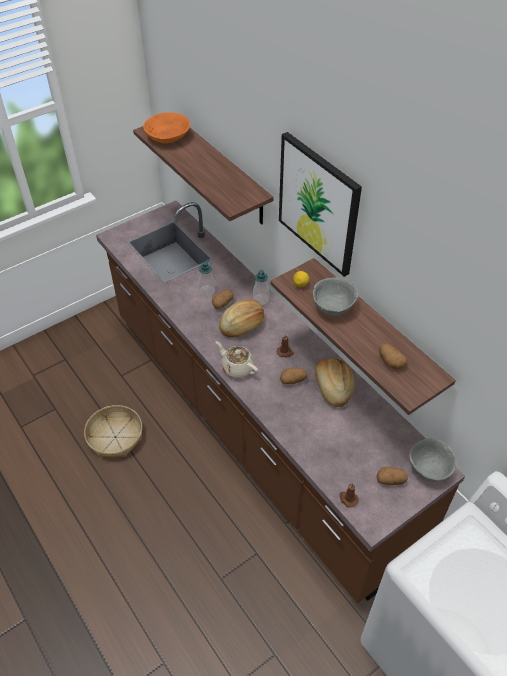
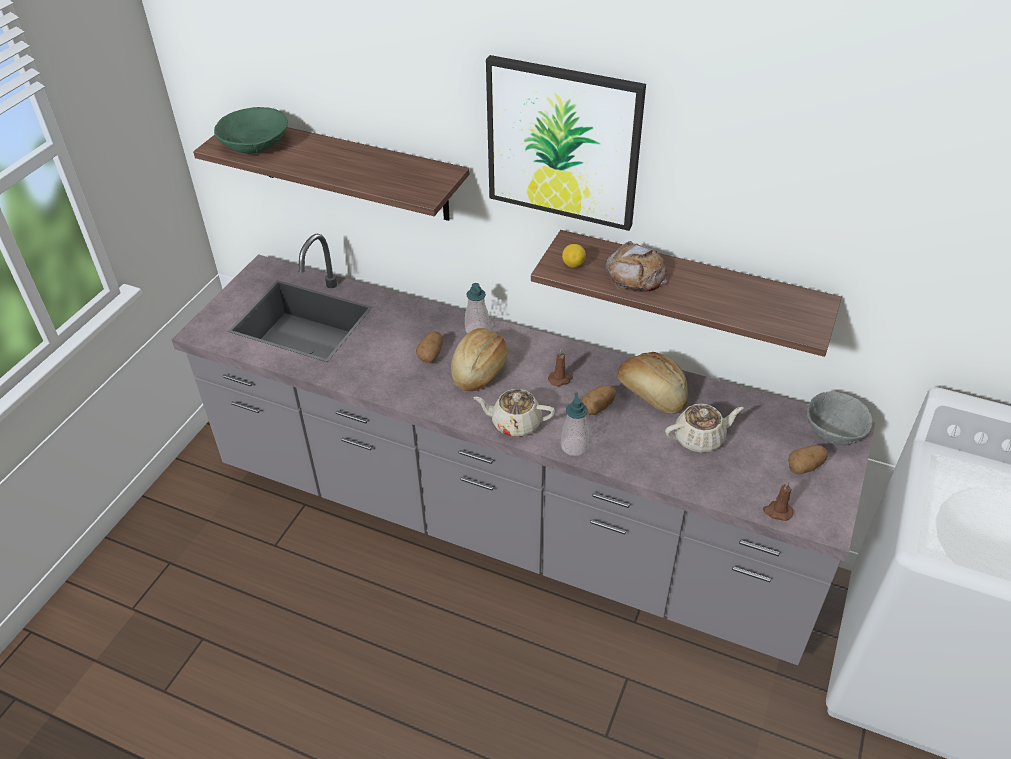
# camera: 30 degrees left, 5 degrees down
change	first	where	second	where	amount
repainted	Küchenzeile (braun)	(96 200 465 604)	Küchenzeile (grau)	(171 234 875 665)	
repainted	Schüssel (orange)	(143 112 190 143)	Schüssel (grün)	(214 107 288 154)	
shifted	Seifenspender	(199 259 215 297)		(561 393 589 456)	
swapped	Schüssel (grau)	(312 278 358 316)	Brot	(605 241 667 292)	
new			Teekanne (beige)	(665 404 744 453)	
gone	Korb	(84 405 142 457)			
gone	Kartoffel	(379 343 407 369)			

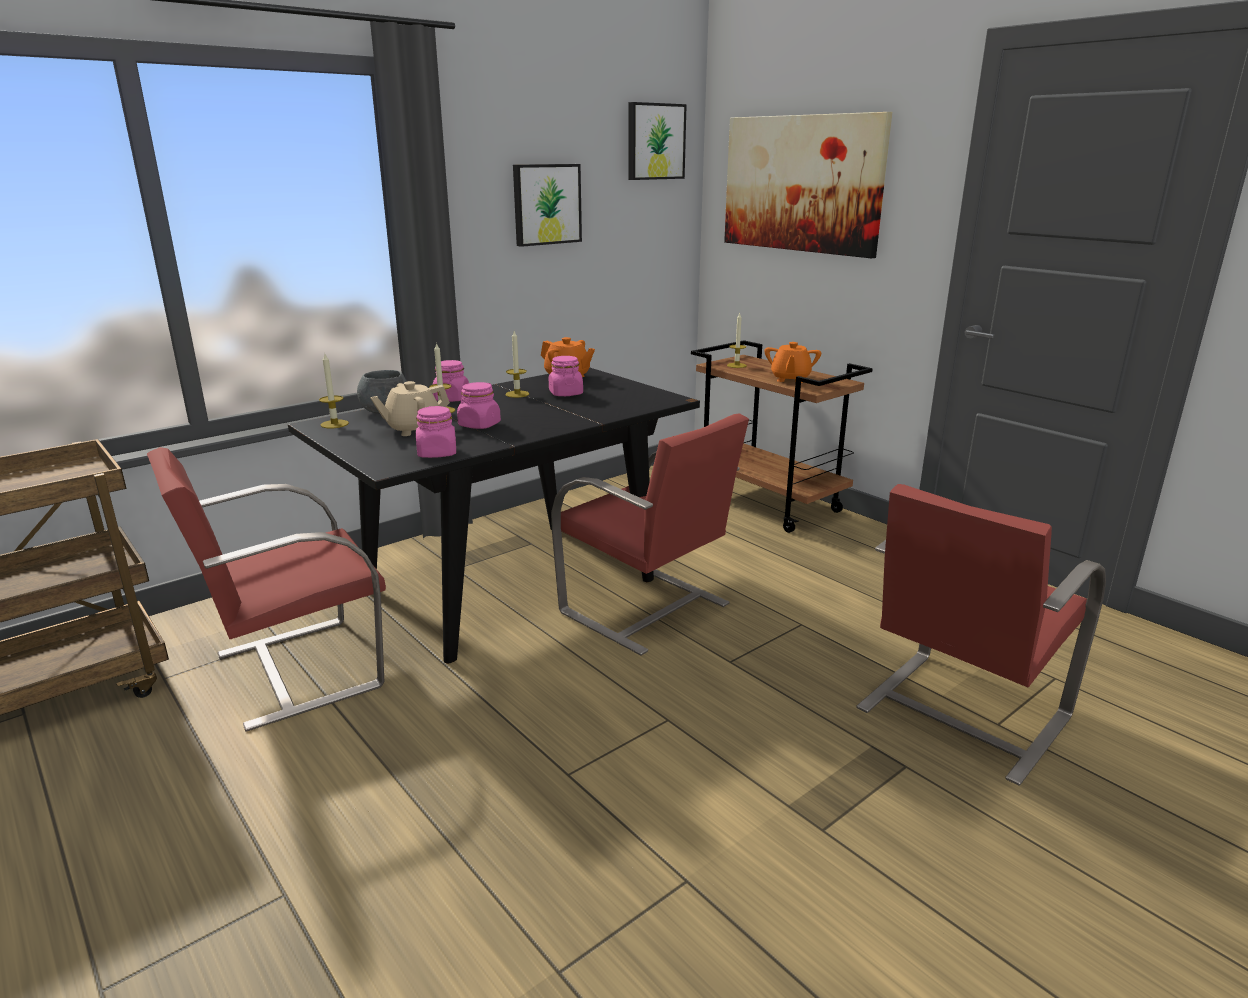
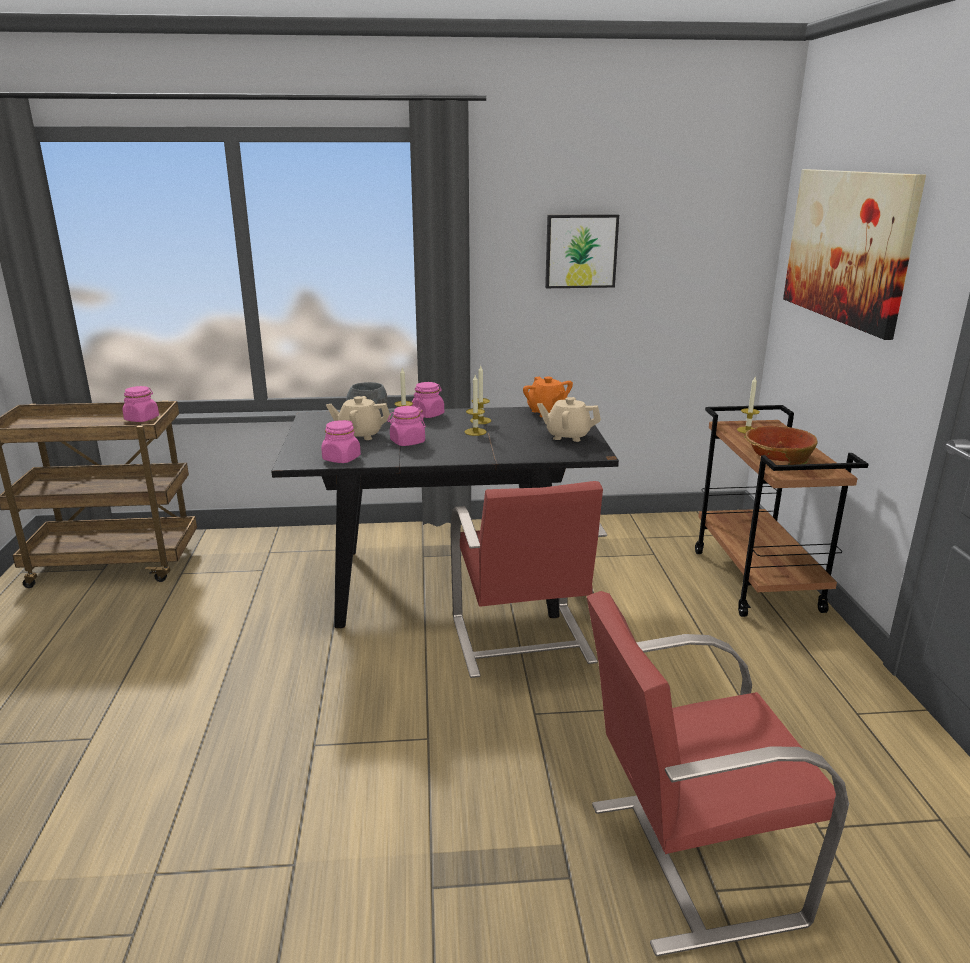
# camera: 35 degrees right, 0 degrees up
change	first	where	second	where	amount
shifted	Vorratsglas (rosa)	(549 356 583 396)		(122 386 159 422)	
shifted	Kerze	(319 354 349 428)		(465 375 487 436)	
new			Teekanne (beige)	(537 397 601 442)	
swapped	Teekanne (orange)	(764 342 821 383)	Schüssel	(745 426 818 465)	
gone	Stuhl (rot)	(147 447 386 732)			
gone	Bild	(628 102 687 180)			

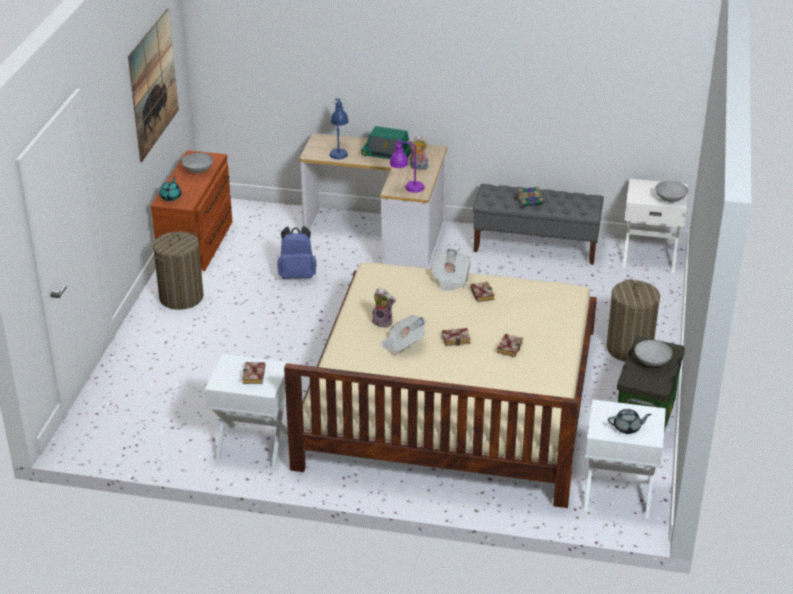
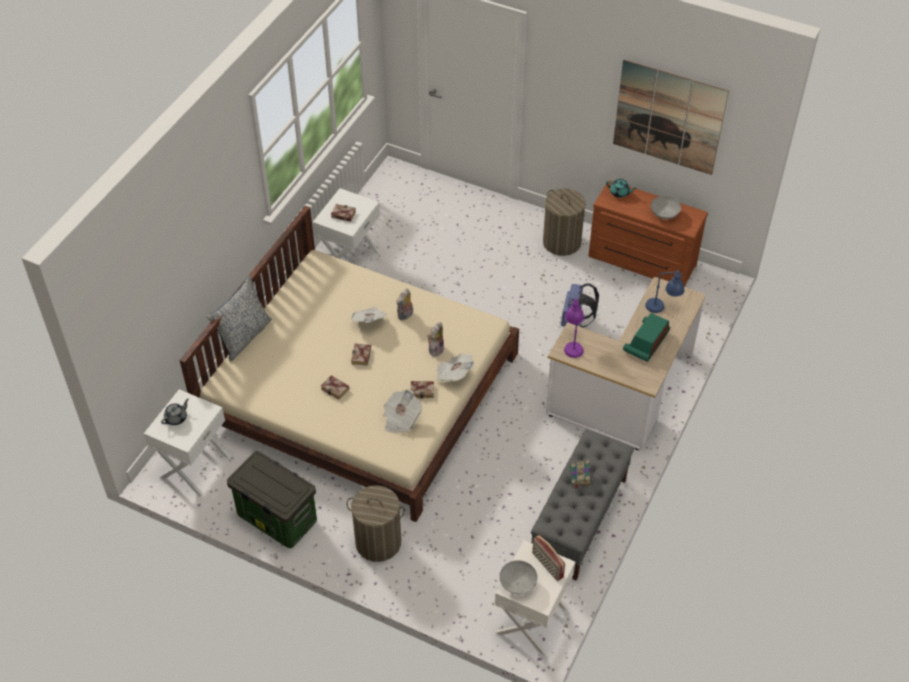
# camera: 105 degrees right, 15 degrees up
change	first	where	second	where	amount
rotated	Teekanne (grau)	(608 409 651 434)		(161 398 189 425)	150 degrees counterclockwise
new			Kissen	(207 275 272 361)	
new			Zeitung	(383 390 422 433)	
shifted	Plüschtier	(407 135 429 170)		(427 322 444 357)	
new			Radio	(532 535 565 581)	
gone	Schüssel (grau)	(634 340 673 366)			

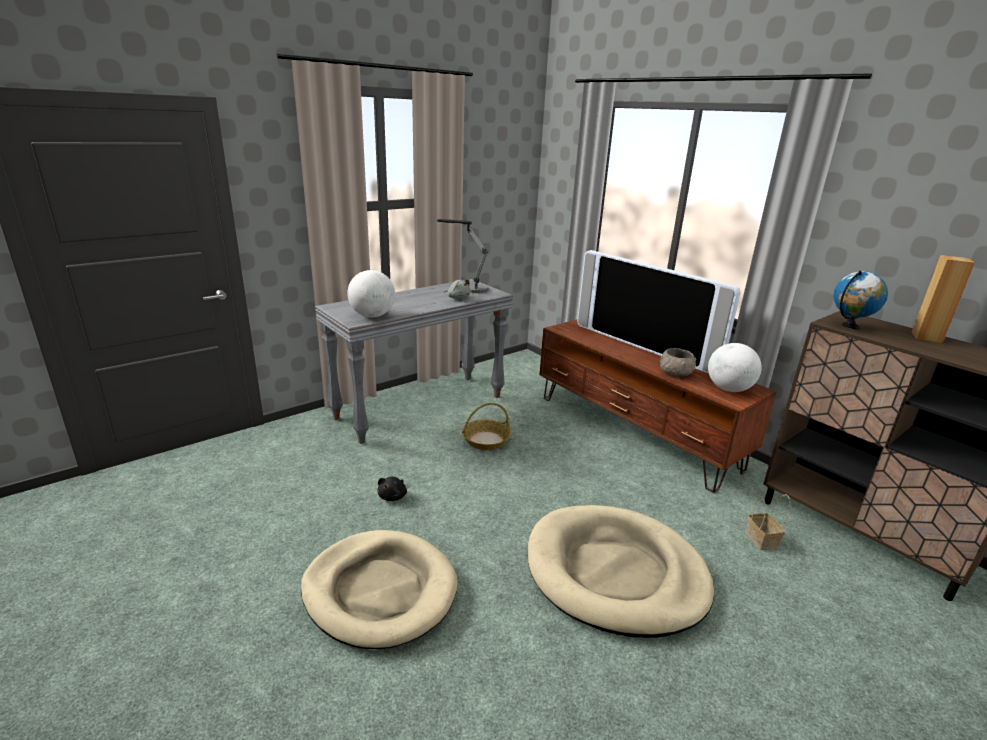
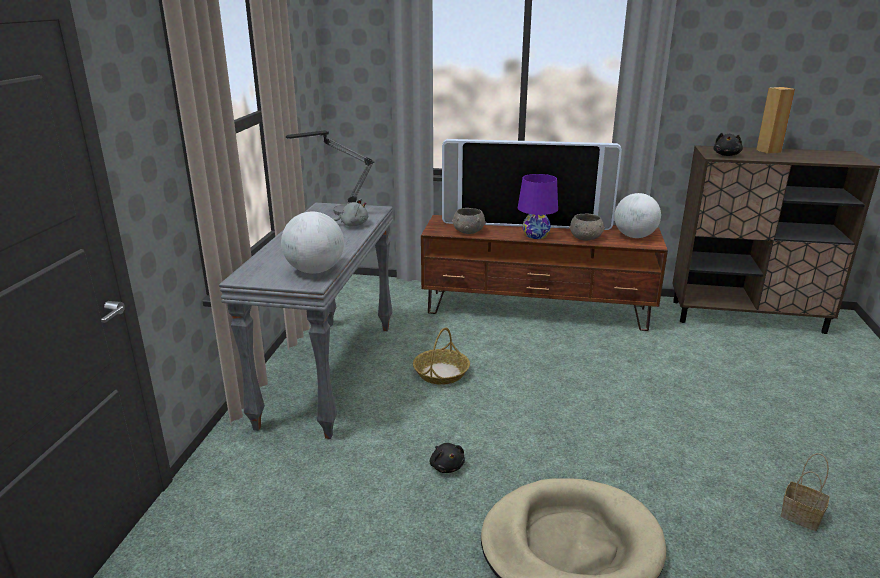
# camera: 40 degrees left, 0 degrees up
change	first	where	second	where	amount
new			Schüssel (grau)	(452 208 486 234)	
new			Tischlampe (lila)	(518 174 558 239)	
swapped	Globus	(834 271 888 329)	Plüschtier (schwarz)	(713 133 743 156)	
shifted	Korb	(745 494 790 550)		(781 453 830 531)	
gone	Hundebett (beige)	(528 505 714 638)			

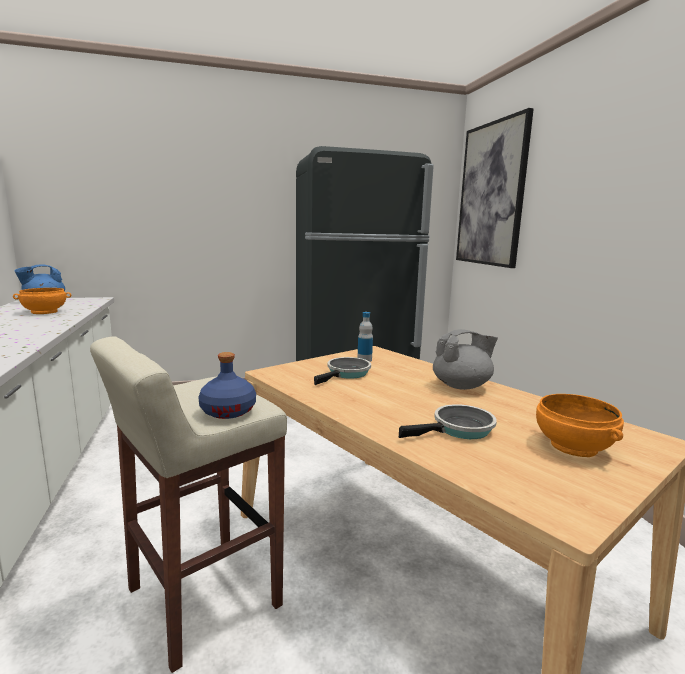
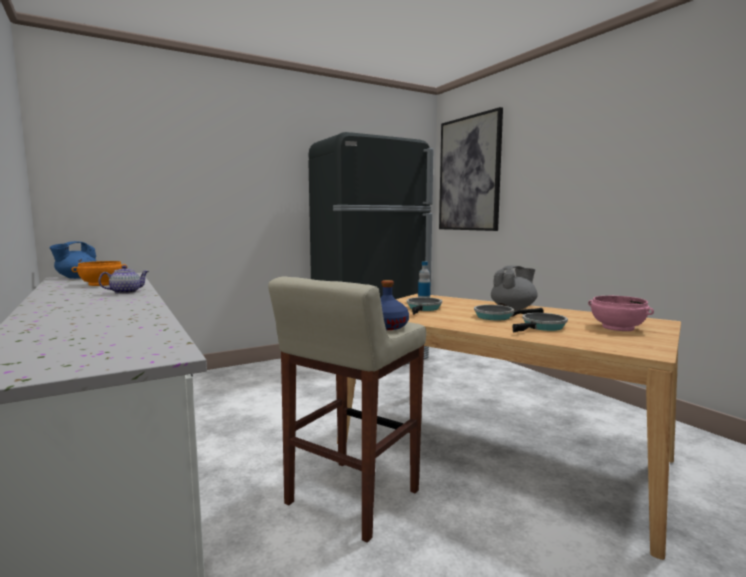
# camera: 15 degrees left, 5 degrees down
change	first	where	second	where	amount
new			Teekanne	(98 265 149 294)	
new			Pfanne	(474 305 544 321)	
repainted	Schüssel (orange)	(536 394 624 457)	Schüssel (rosa)	(588 296 654 331)	

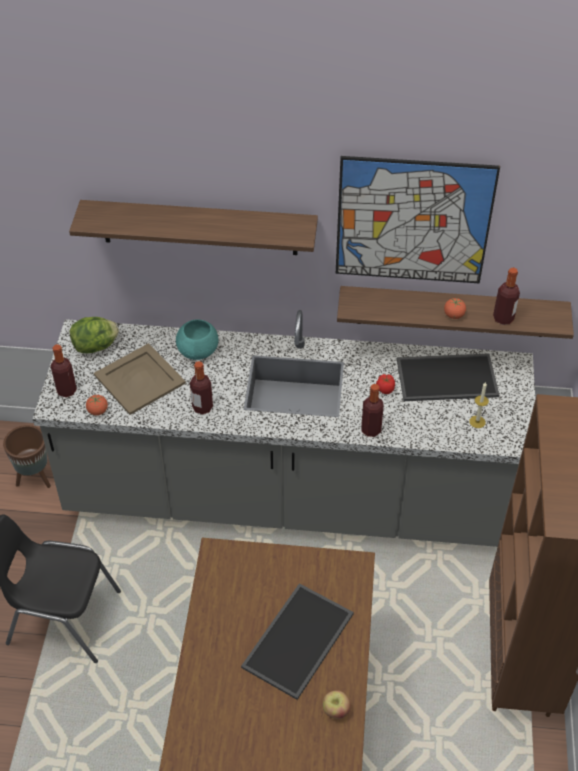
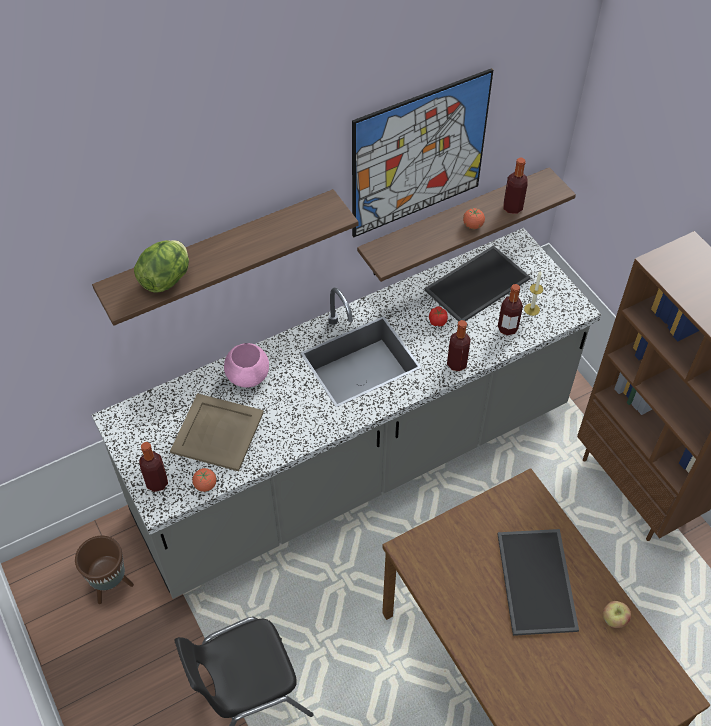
# camera: 35 degrees left, 5 degrees up
change	first	where	second	where	amount
shifted	Salatkopf	(70 317 119 353)		(134 240 189 293)	
repainted	Schüssel (türkis)	(176 320 219 360)	Schüssel (rosa)	(224 343 269 387)	
shifted	Flasche	(190 361 213 415)		(498 284 523 335)	

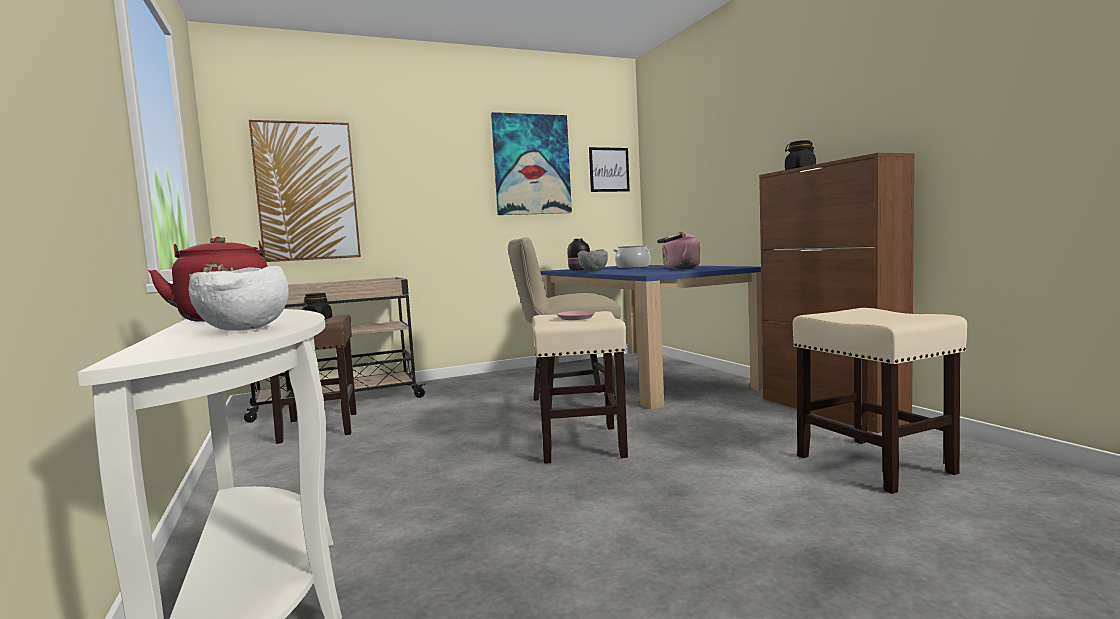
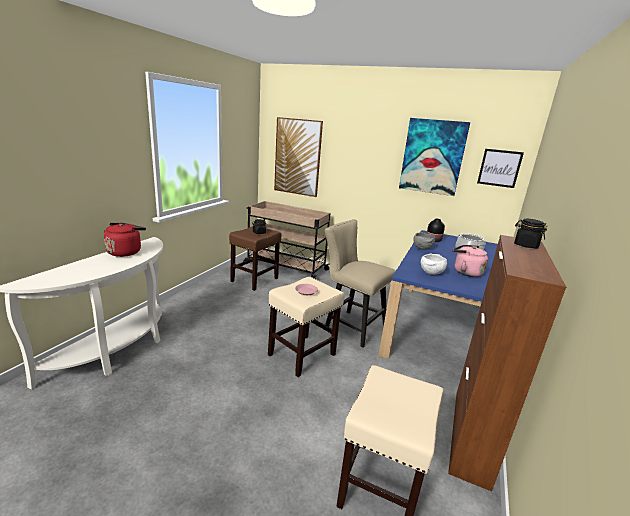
# camera: 45 degrees right, 15 degrees up
change	first	where	second	where	amount
shifted	Schüssel (weiß)	(188 266 289 331)		(421 254 447 275)	

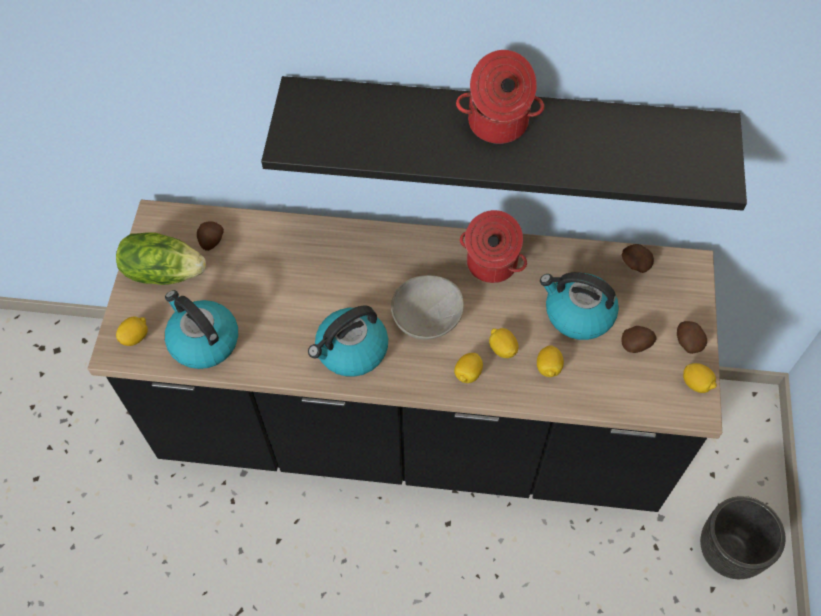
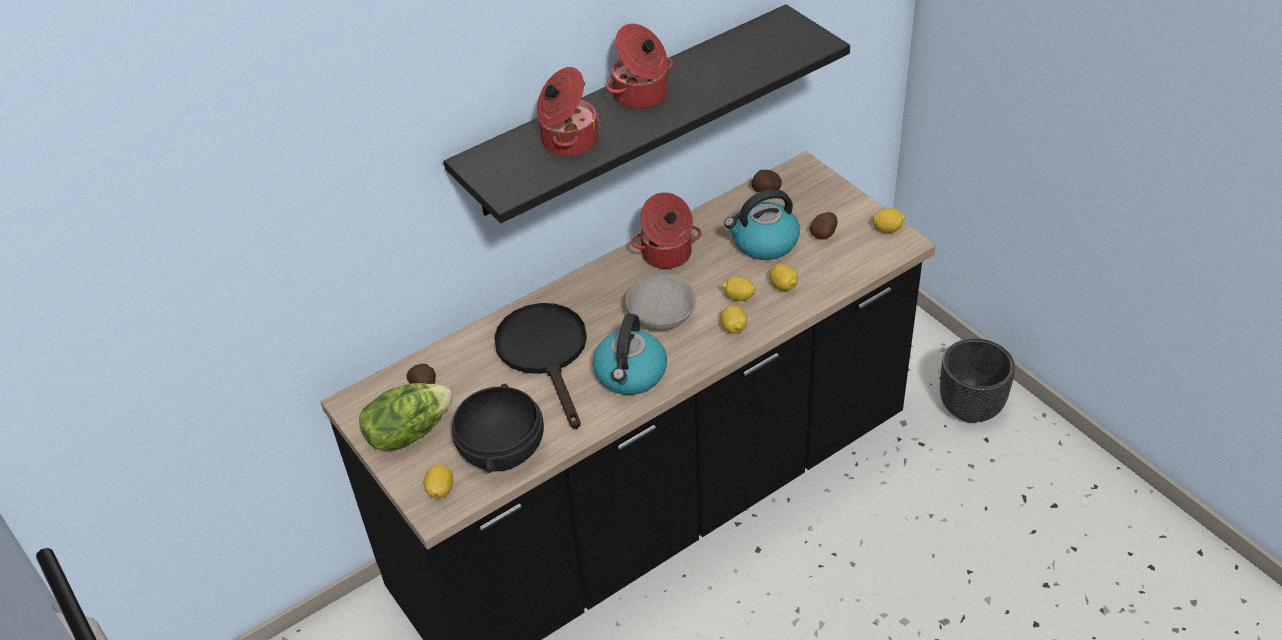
# camera: 40 degrees left, 15 degrees down
change	first	where	second	where	amount
swapped	Wasserkessel	(165 290 238 369)	Schüssel (schwarz)	(451 384 544 473)	
new			Pfanne (schwarz)	(494 303 587 429)	
new			Kochtopf	(537 67 600 157)	
gone	Kartoffel	(677 321 707 354)			

